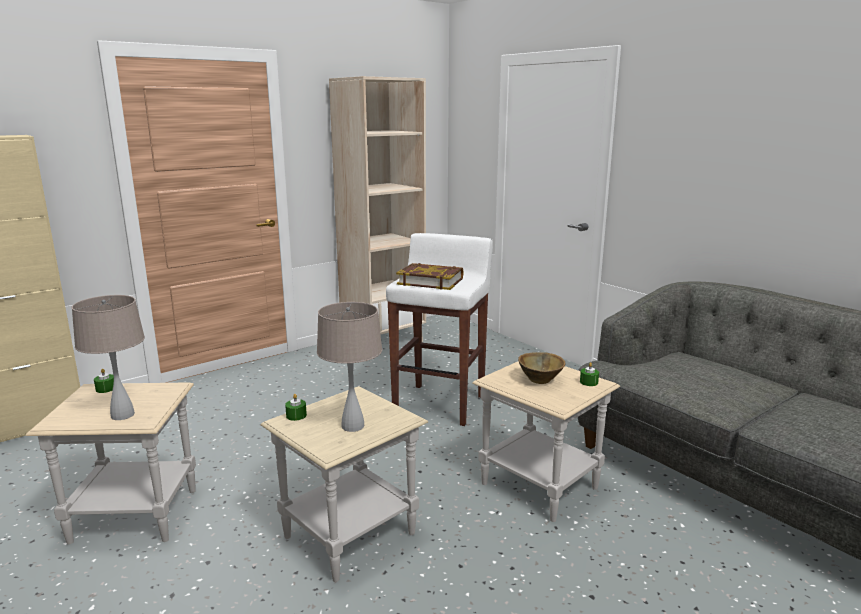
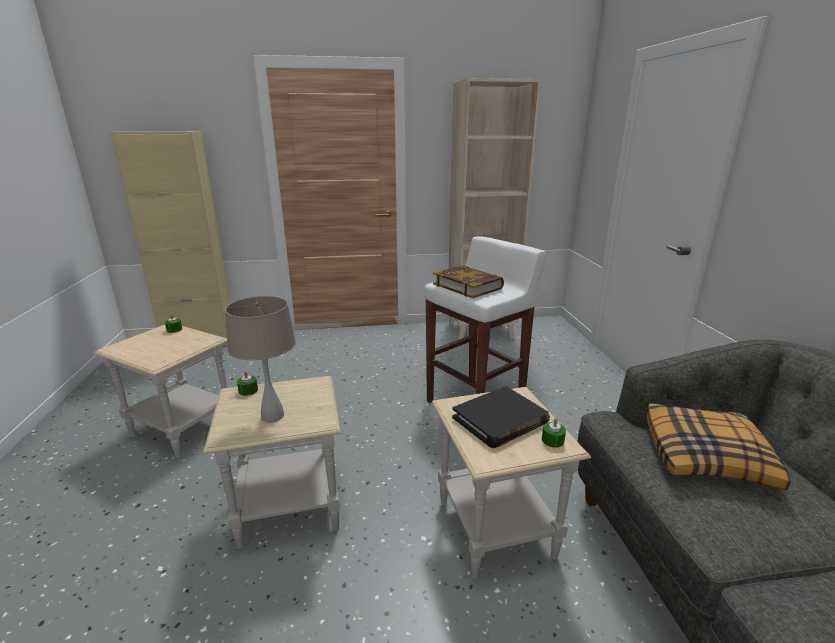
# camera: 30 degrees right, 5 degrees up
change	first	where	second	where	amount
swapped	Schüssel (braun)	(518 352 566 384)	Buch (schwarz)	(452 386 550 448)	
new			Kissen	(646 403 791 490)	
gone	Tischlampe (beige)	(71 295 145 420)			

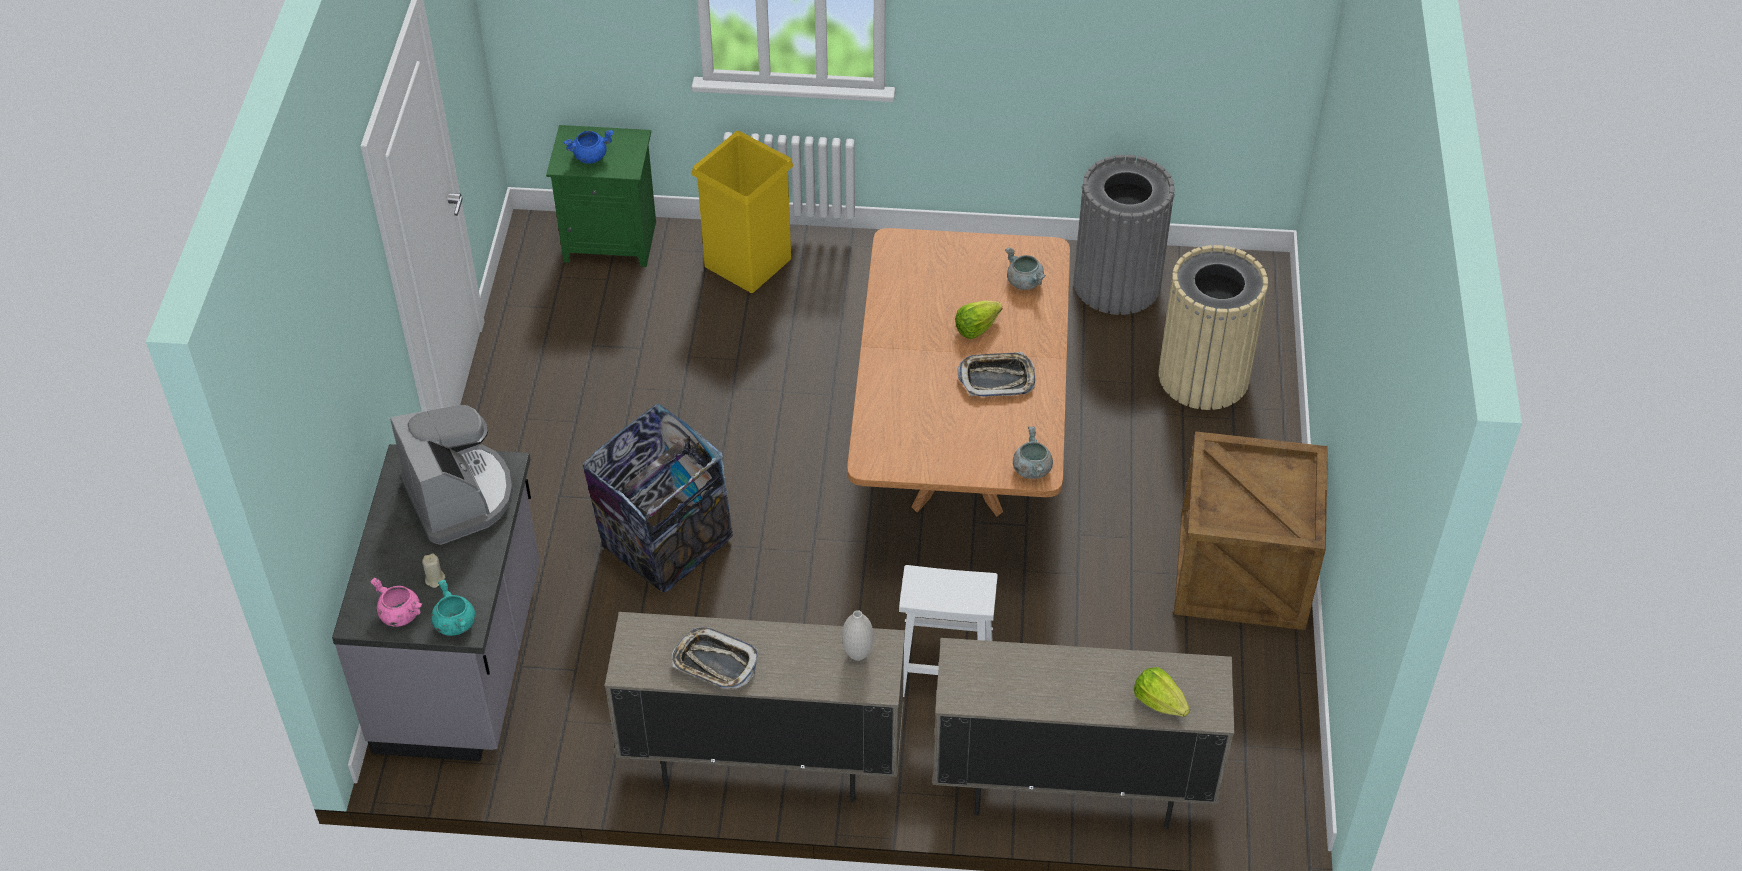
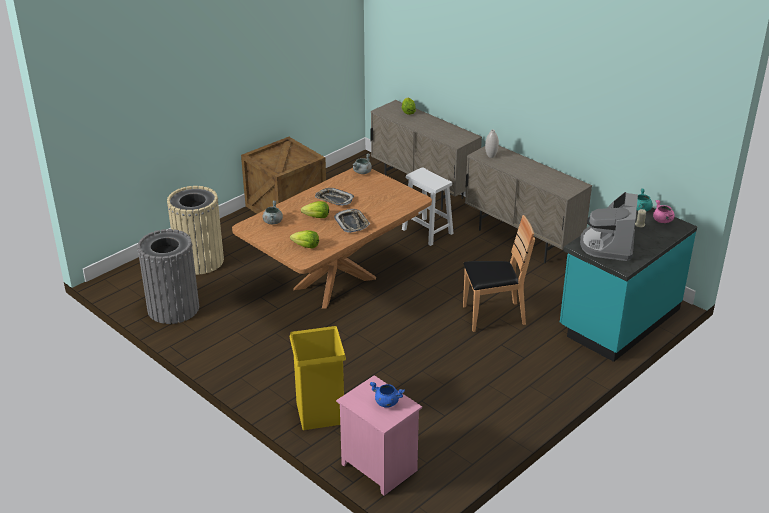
# camera: 140 degrees left, 15 degrees down
change	first	where	second	where	amount
new			Salatkopf	(290 230 319 249)	
shifted	Tablett	(672 627 758 689)		(334 209 370 233)	
repainted	Nachttisch (grün)	(546 125 656 267)	Nachttisch (rosa)	(336 375 422 496)	
swapped	Mülleimer	(583 403 734 592)	Stuhl (braun)	(463 215 535 332)	
repainted	Küchenzeile (grau)	(332 444 540 761)	Küchenzeile (türkis)	(560 207 697 362)	

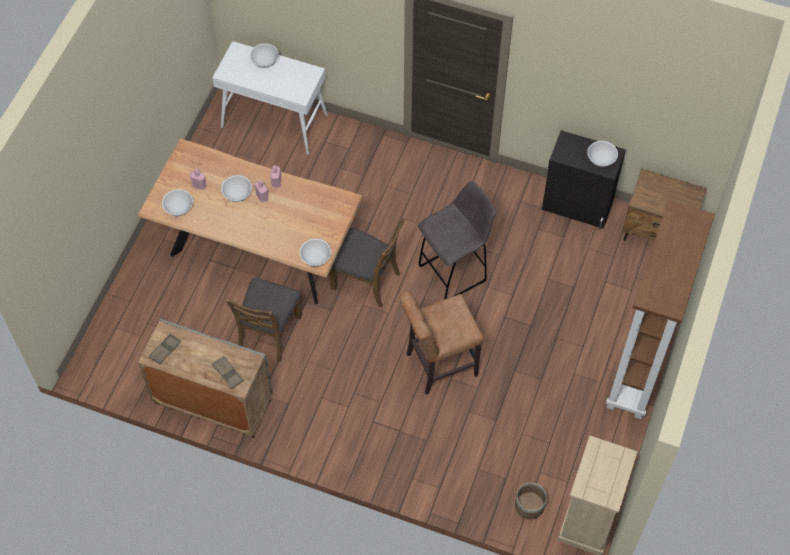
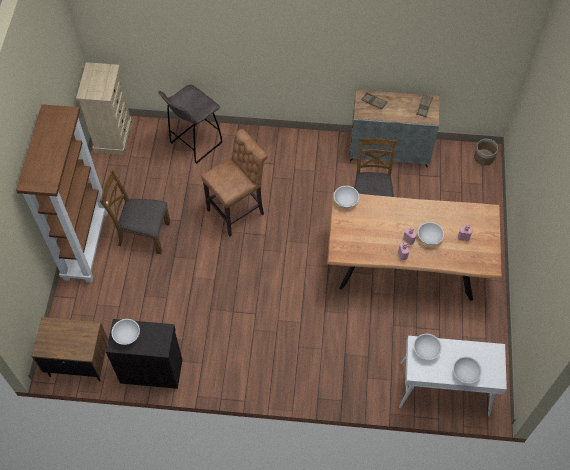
# camera: 165 degrees right, 0 degrees up
change	first	where	second	where	amount
shifted	Stuhl (braun)	(329 218 405 308)		(100 170 170 254)	
shifted	Hocker (grau)	(418 181 496 299)		(158 85 222 164)	
shifted	Schüssel (weiß)	(162 189 193 216)		(414 334 442 360)	
shifted	Pflanzkübel	(515 482 547 520)		(474 139 498 165)	

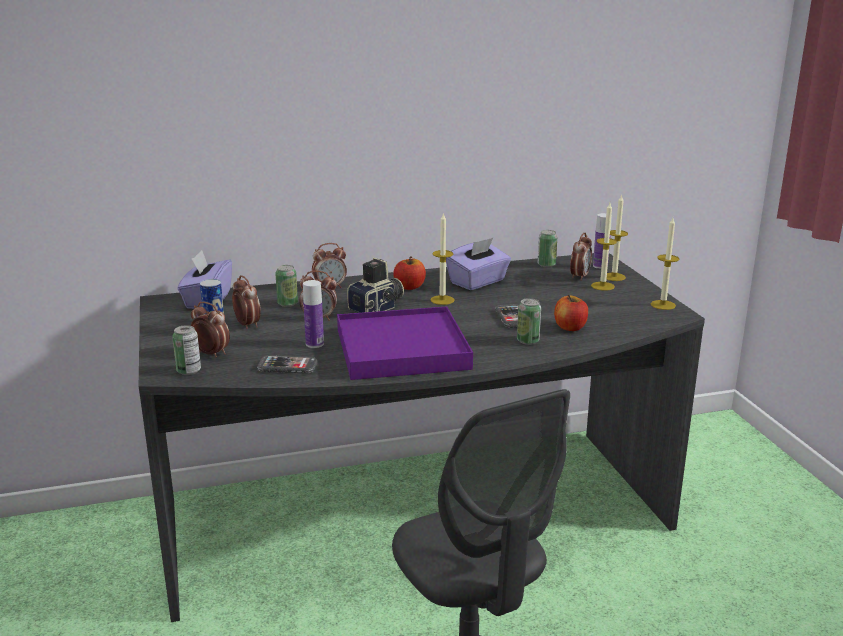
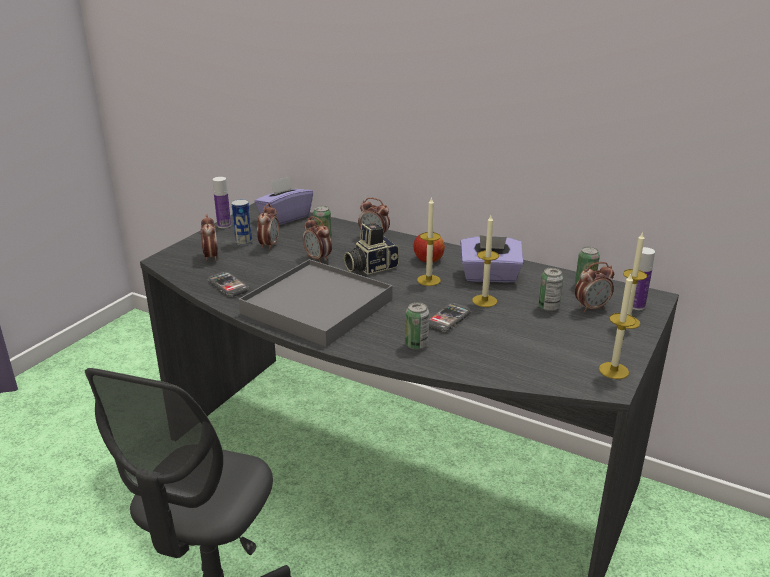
# camera: 45 degrees right, 5 degrees up
change	first	where	second	where	amount
shifted	Flasche	(303 280 324 348)		(212 177 231 228)	
repainted	Tablett (lila)	(337 307 473 380)	Tablett (grau)	(239 259 392 347)	
rotated	Kamera	(347 258 404 313)		(344 223 399 275)	150 degrees clockwise
shifted	Kerze	(591 203 617 291)		(472 215 499 307)	
shifted	Dose	(172 325 201 375)		(538 268 563 311)	
gone	Apfel	(554 295 588 331)			

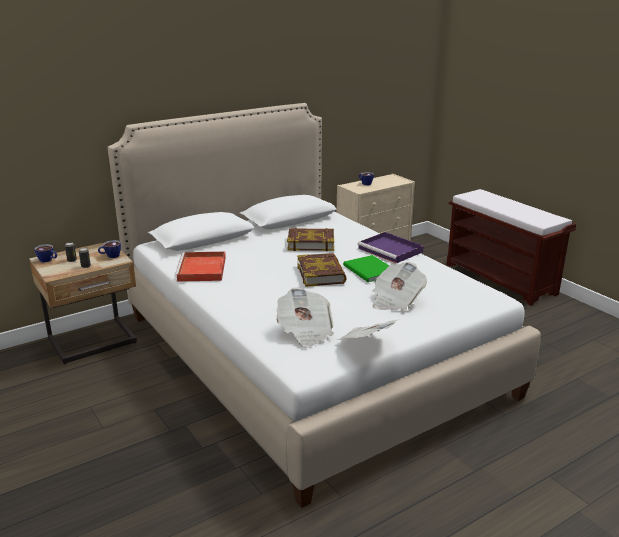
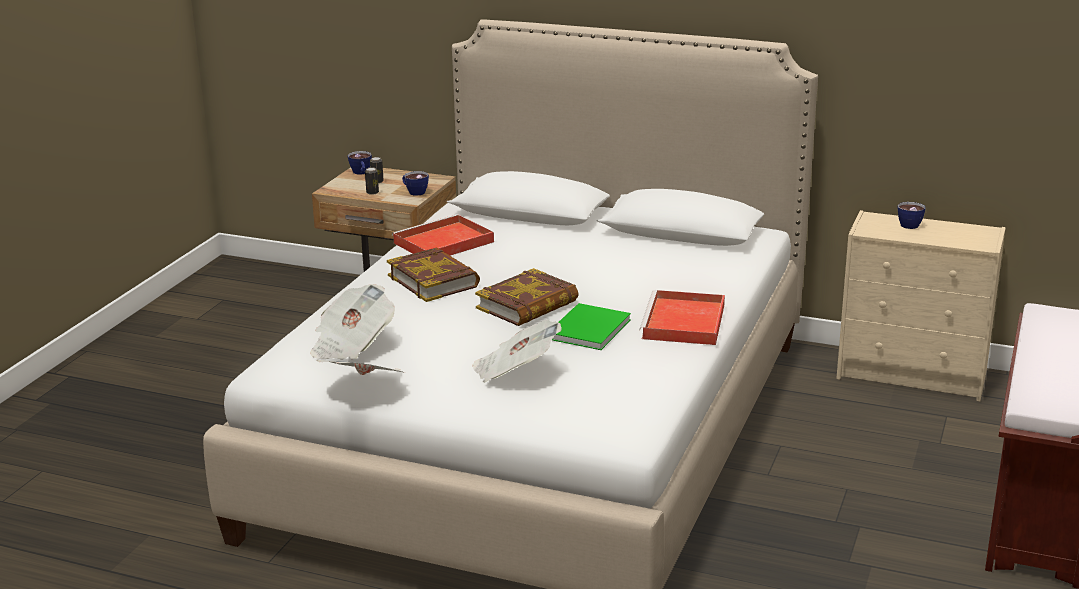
# camera: 55 degrees right, 0 degrees up
change	first	where	second	where	amount
shifted	Buch	(287 228 334 251)		(387 248 480 302)	
repainted	Tablett (lila)	(357 232 424 264)	Tablett (rot)	(639 290 725 345)	

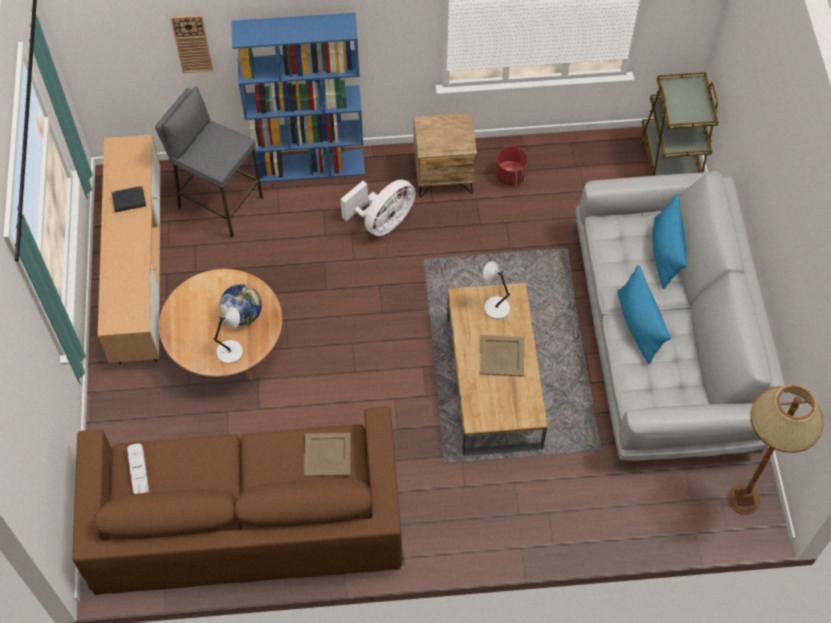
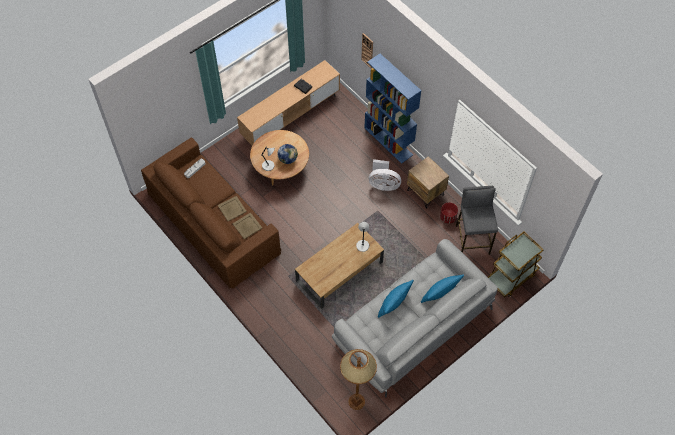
# camera: 55 degrees right, 0 degrees up
change	first	where	second	where	amount
shifted	Tablett (beige)	(480 335 524 377)		(218 196 247 221)	
shifted	Hocker (grau)	(155 86 263 238)		(456 186 498 255)	

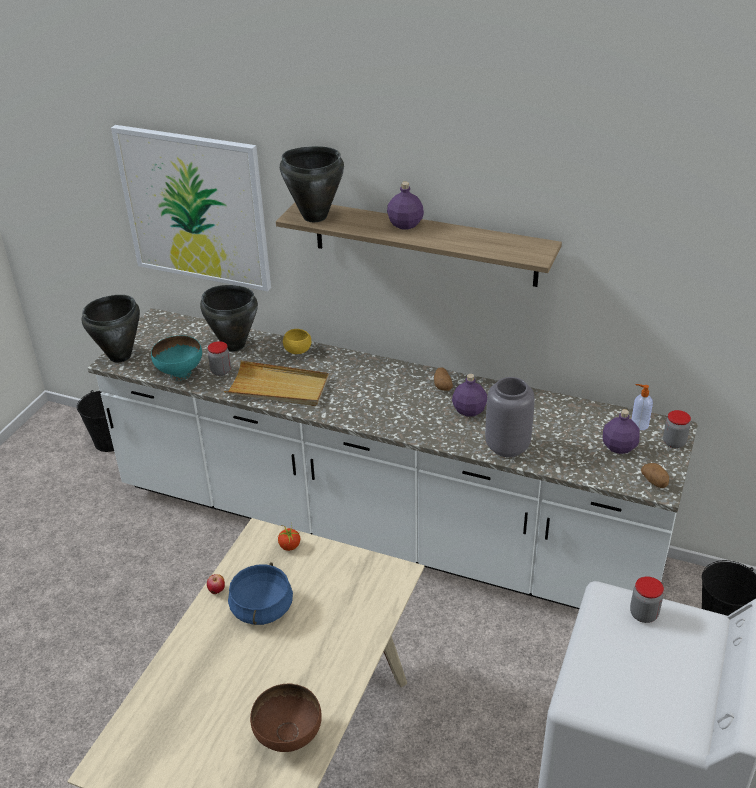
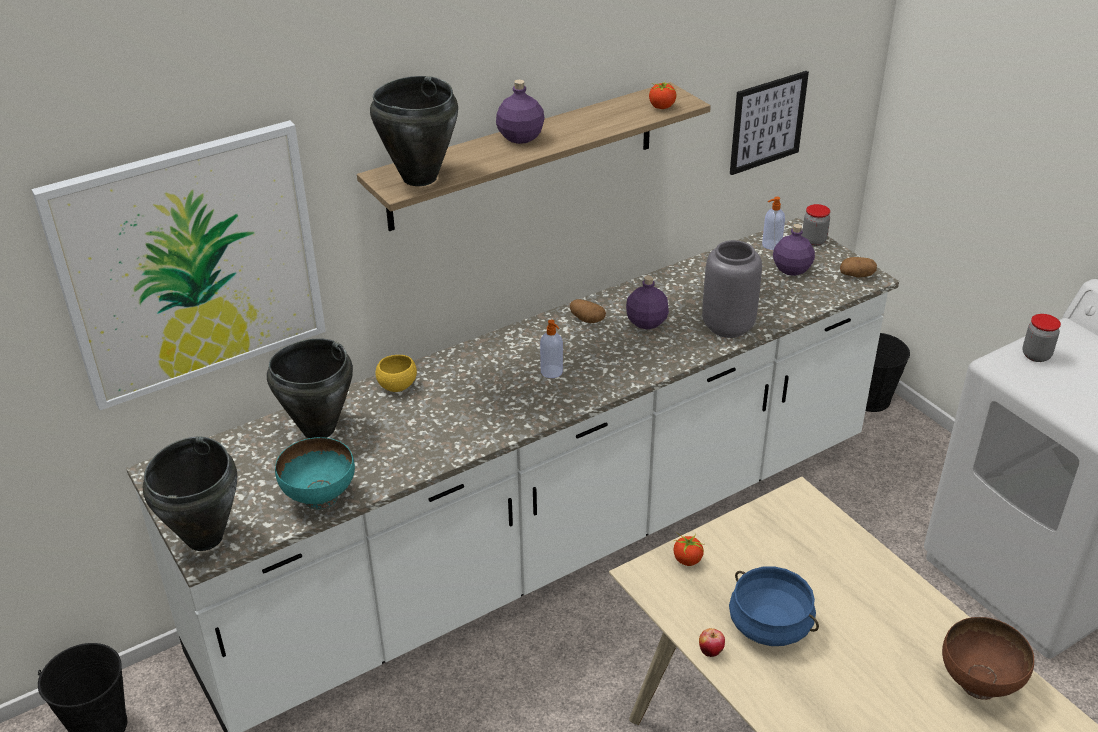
# camera: 55 degrees left, 0 degrees up
change	first	where	second	where	amount
new			Seifenspender	(540 320 563 378)	
new			Tomate	(649 80 676 109)	
new			Bild	(730 71 809 175)	
gone	Vorratsglas	(208 341 231 376)			
gone	Tablett (beige)	(224 361 329 406)			

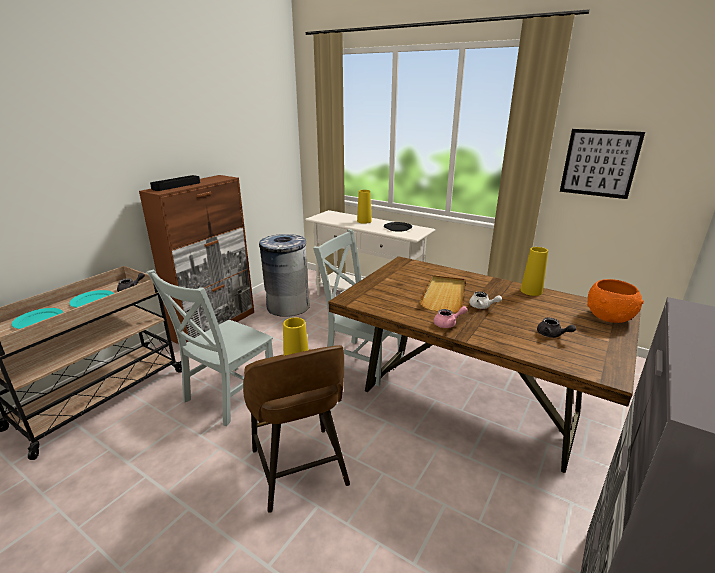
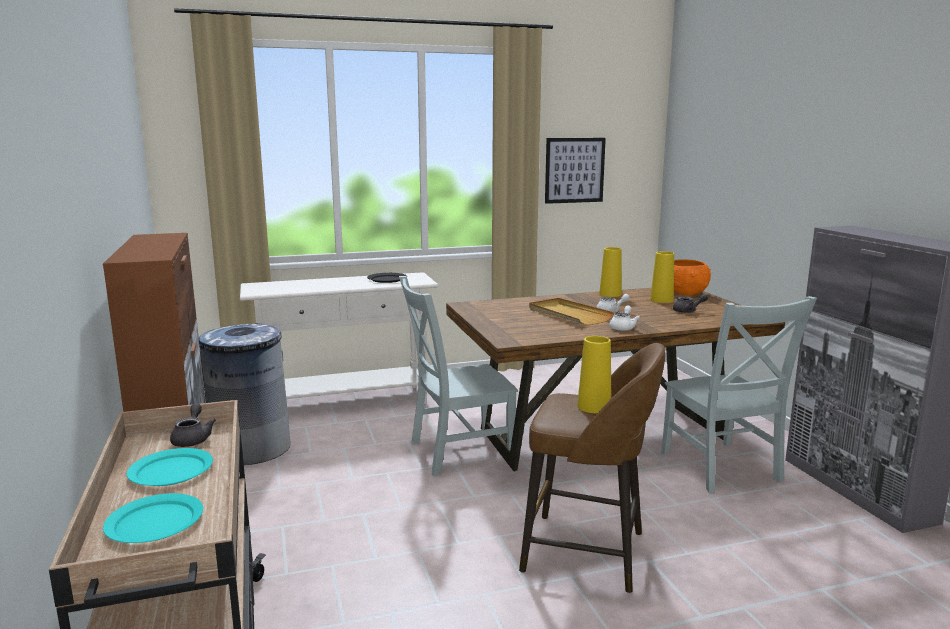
# camera: 50 degrees left, 10 degrees down
change	first	where	second	where	amount
repainted	Teekanne (rosa)	(434 306 468 328)	Teekanne (weiß)	(609 305 640 331)	
shifted	Vase (gelb)	(357 190 372 224)		(650 251 674 303)	
shifted	Stuhl (grau)	(147 270 273 426)		(661 296 817 493)	
gone	Tablett (schwarz)	(150 175 200 191)			

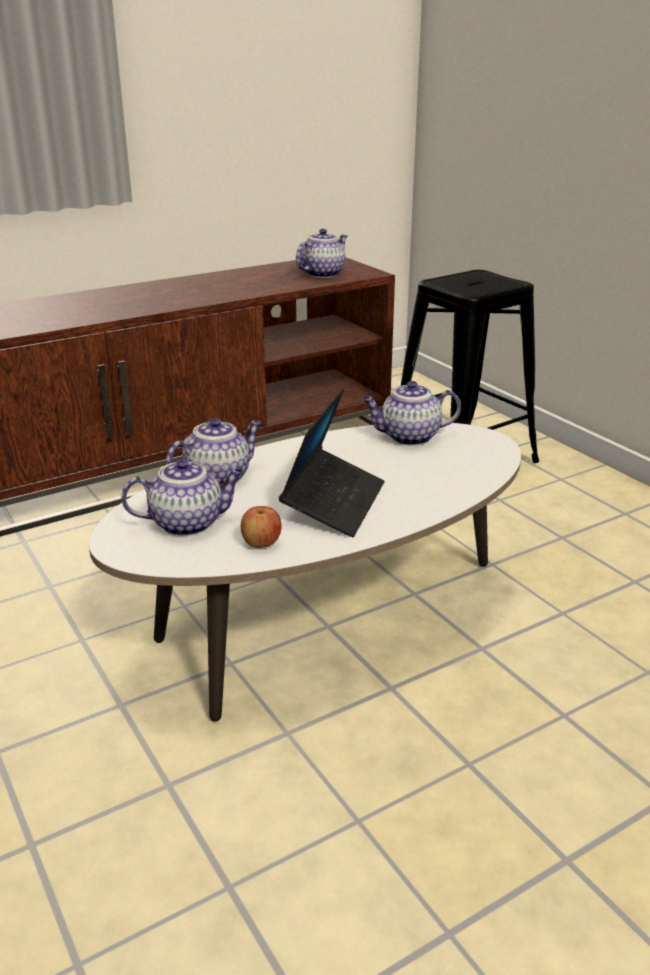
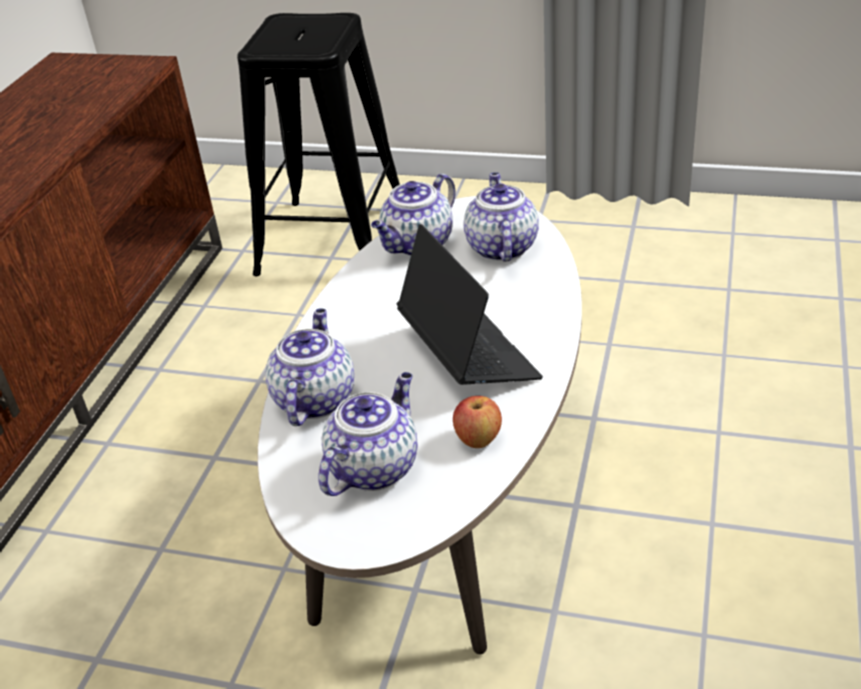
# camera: 40 degrees left, 10 degrees up
change	first	where	second	where	amount
shifted	Teekanne	(296 229 348 278)		(464 172 539 262)	

